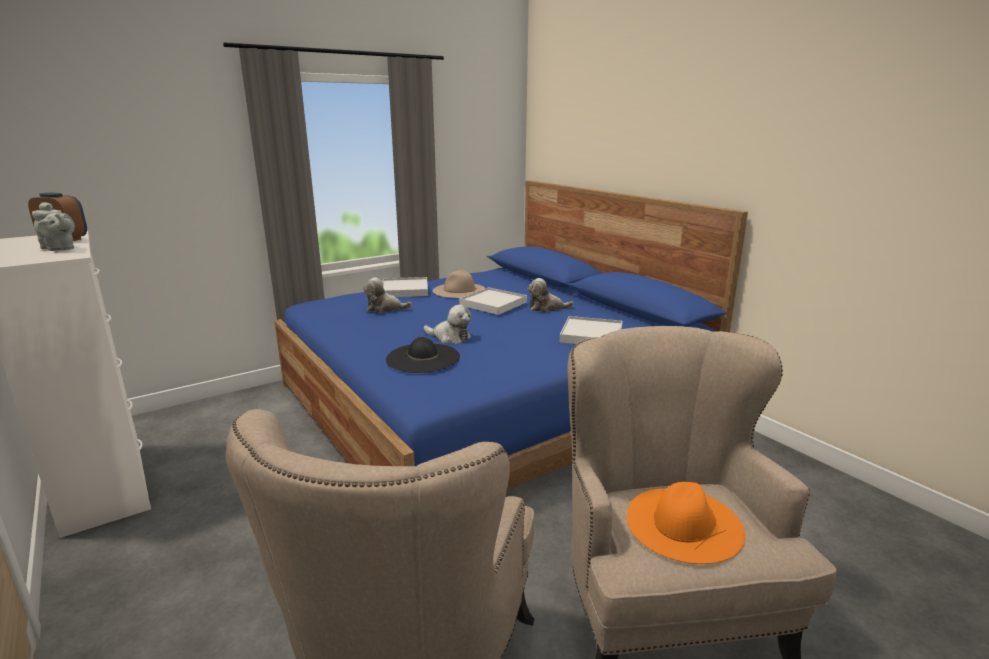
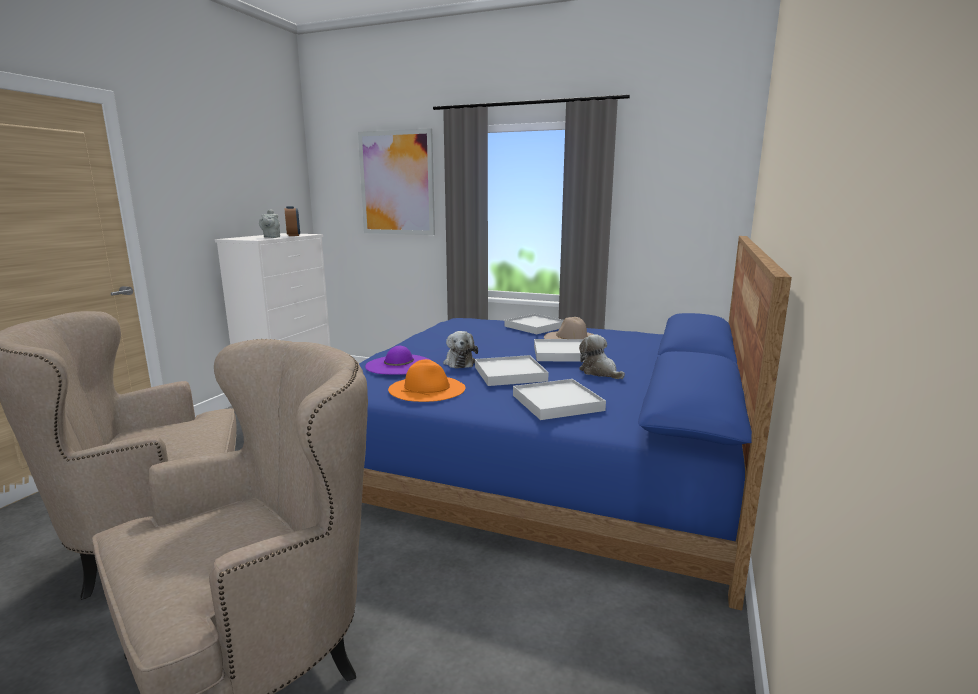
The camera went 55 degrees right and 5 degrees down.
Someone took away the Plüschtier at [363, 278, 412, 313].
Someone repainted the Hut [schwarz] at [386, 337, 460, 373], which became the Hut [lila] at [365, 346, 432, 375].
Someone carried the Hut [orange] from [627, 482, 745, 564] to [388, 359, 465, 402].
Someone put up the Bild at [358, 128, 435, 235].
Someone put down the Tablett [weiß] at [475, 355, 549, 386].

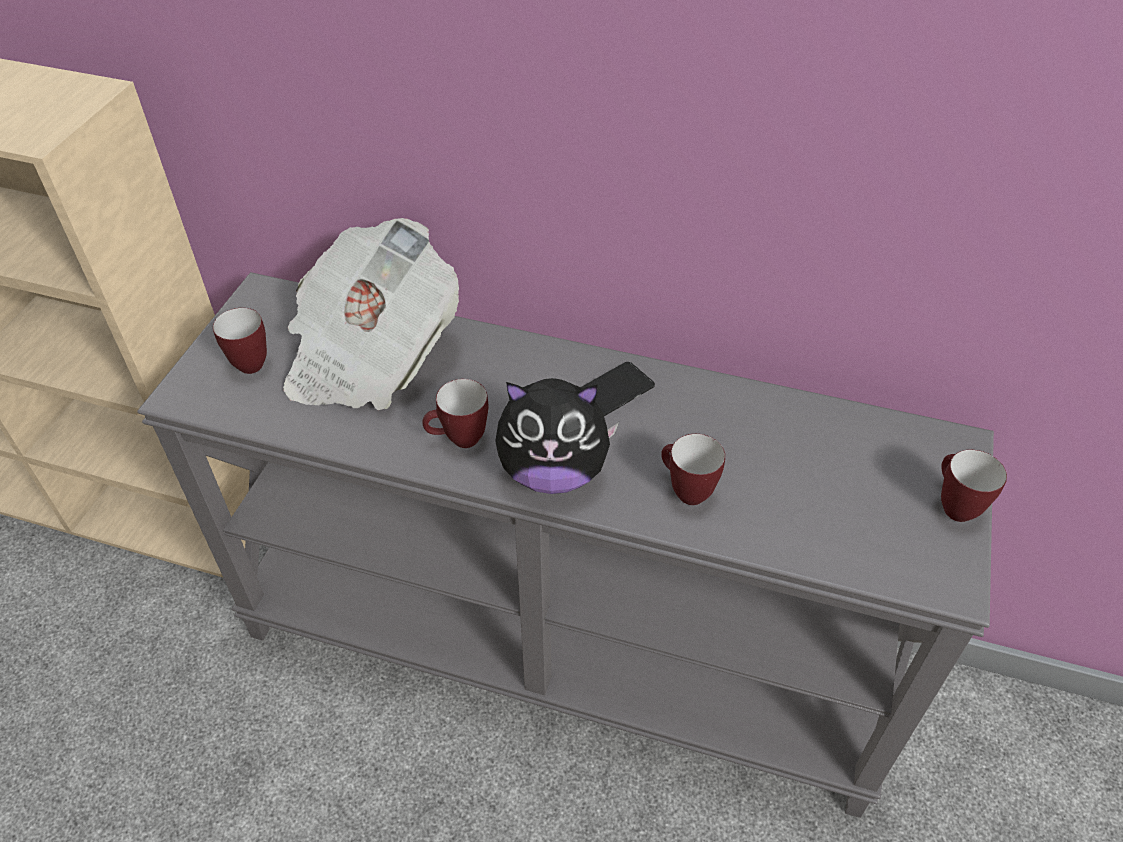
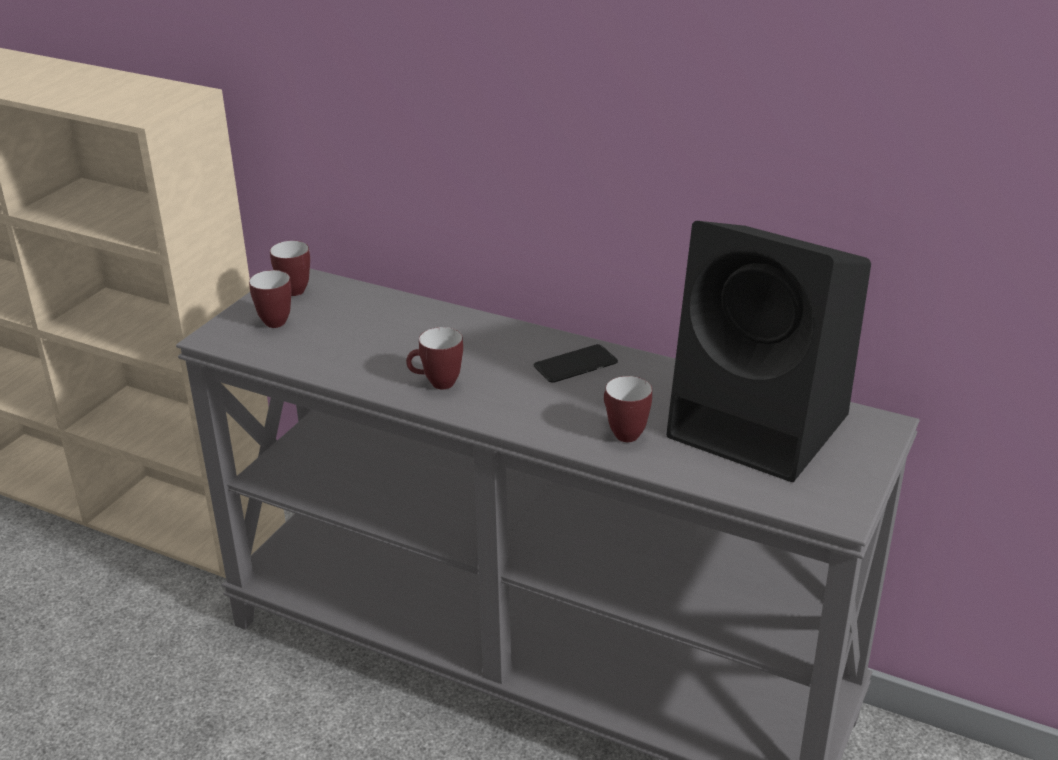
The camera went 10 degrees right and 15 degrees down.
Someone took away the Zeitung at [283, 218, 459, 410].
Someone took away the Plüschtier at [495, 378, 619, 494].
Someone carried the Henkelbecher from [941, 450, 1007, 522] to [270, 241, 310, 296].
Someone put down the Lautsprecher [schwarz] at [666, 221, 871, 482].

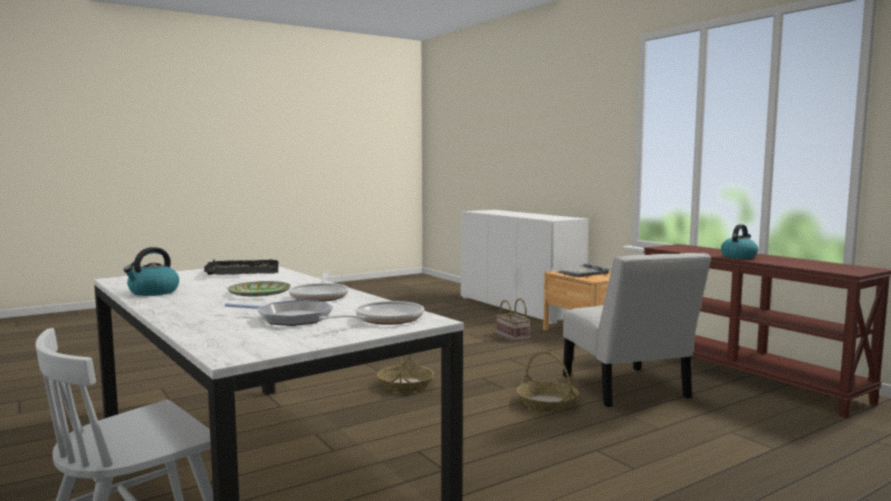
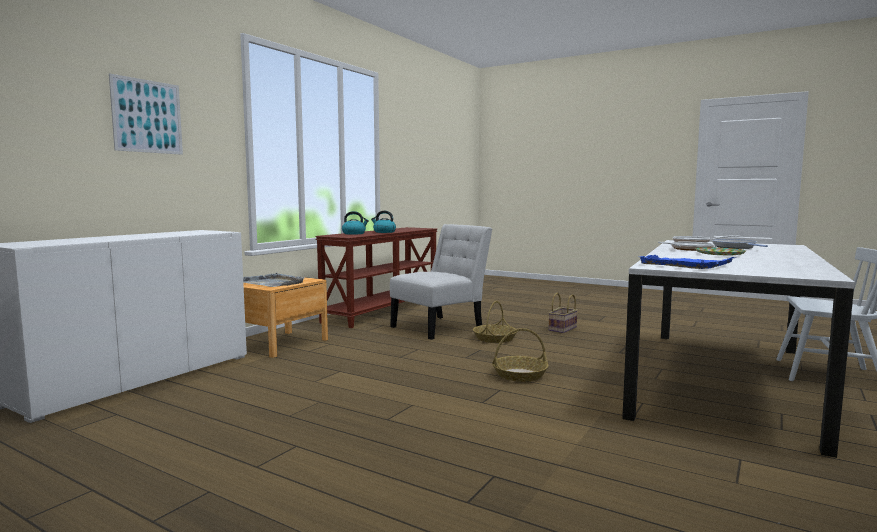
The camera went 115 degrees left and 0 degrees up.
Someone carried the Wasserkessel from [123, 247, 179, 296] to [342, 211, 369, 235].
Someone repainted the Tablett [schwarz] at [204, 259, 278, 275], which became the Tablett [blau] at [640, 255, 736, 269].
Someone carried the Korb from [496, 298, 530, 342] to [548, 293, 578, 333].
Someone put up the Bild at [109, 73, 183, 155].

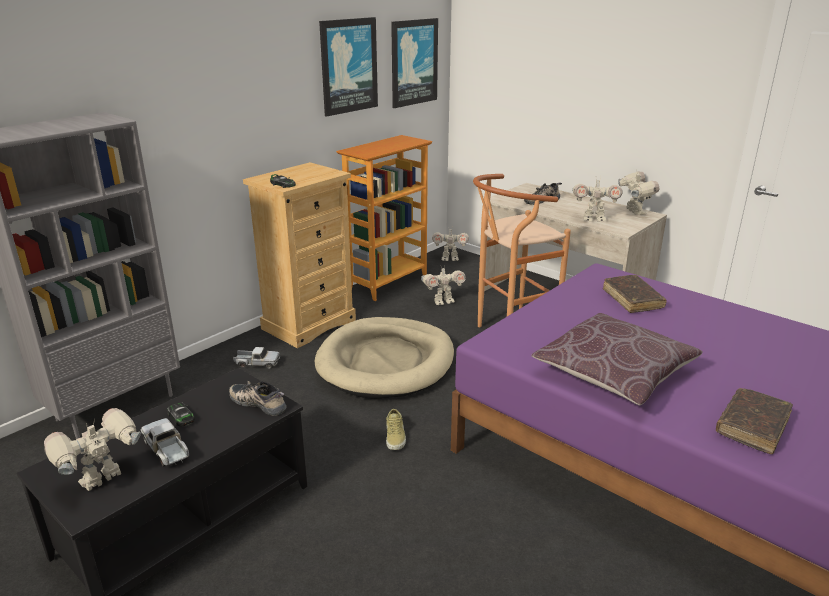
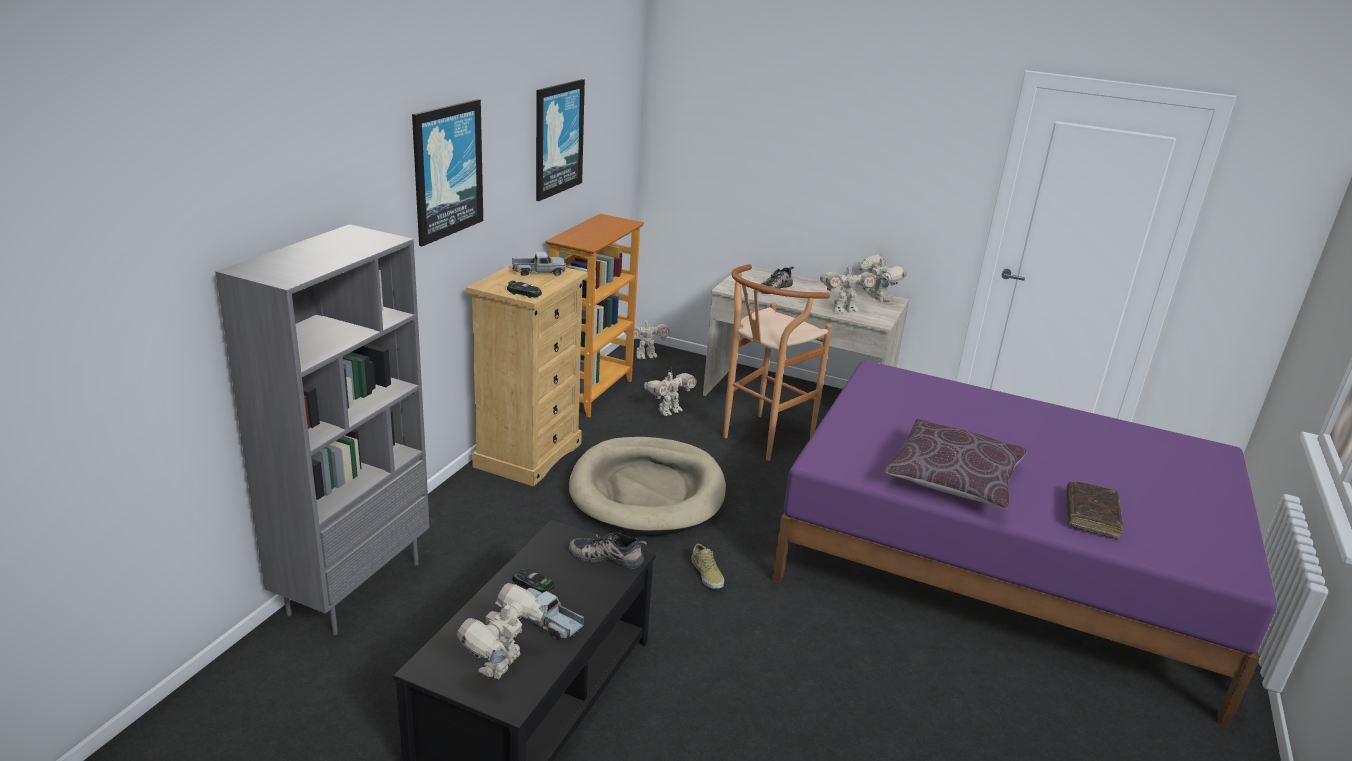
The camera went 20 degrees left and 0 degrees up.
Someone carried the Spielzeuglaster from [233, 347, 280, 369] to [512, 252, 566, 276].
Someone carried the Bild from [391, 18, 438, 108] to [412, 99, 483, 246].
Someone took away the Buch [braun] at [603, 275, 667, 313].

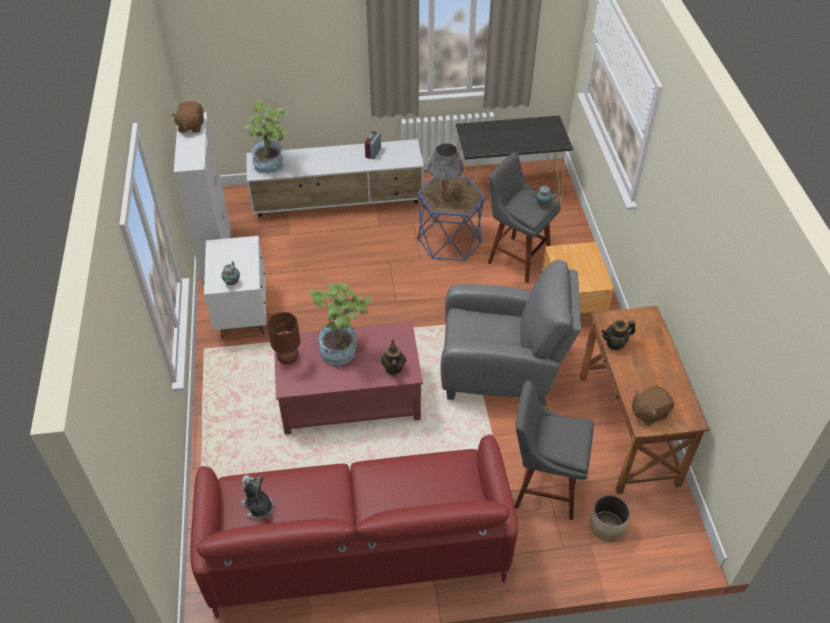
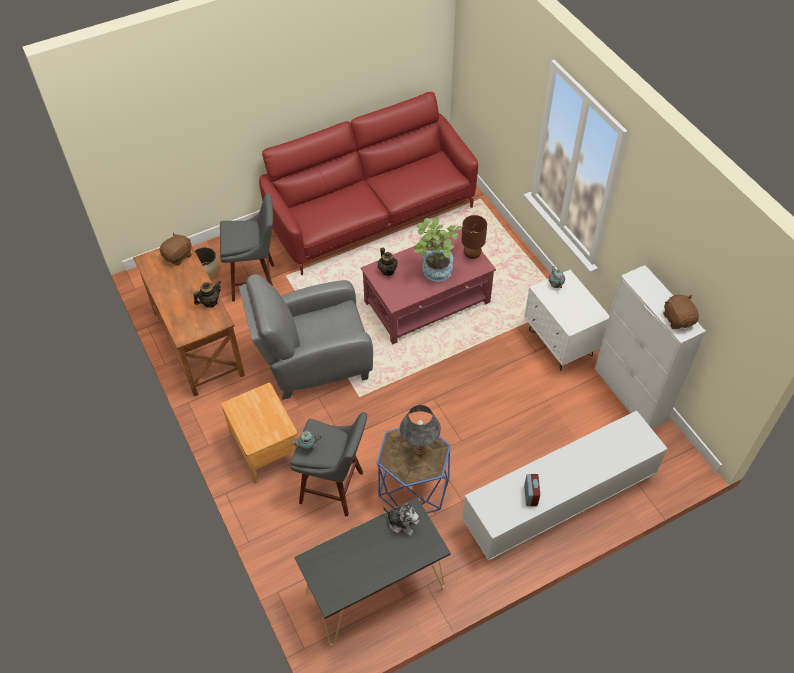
The camera went 160 degrees right and 5 degrees up.
Someone carried the Plüschtier from [241, 475, 273, 520] to [383, 503, 419, 536].
Someone took away the Topfpflanze at [244, 100, 289, 174].

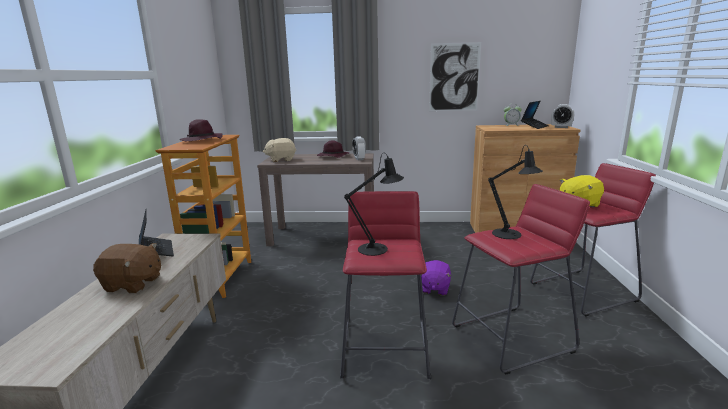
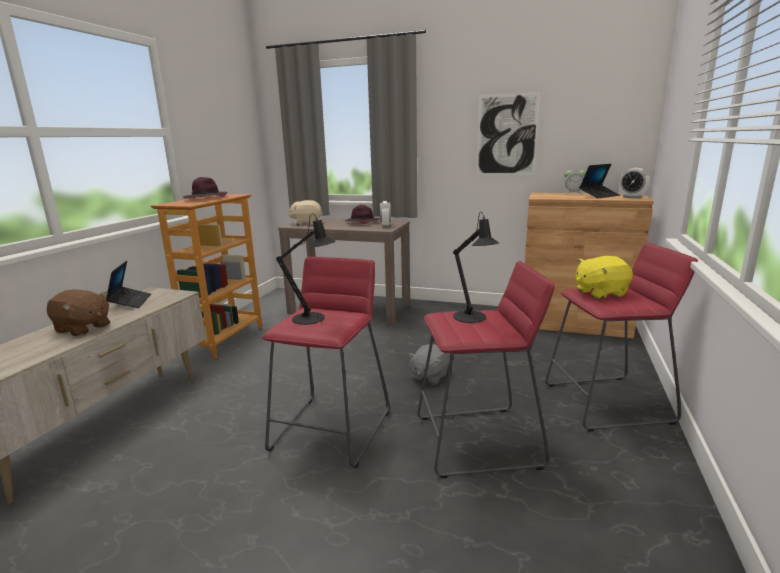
The camera went 15 degrees right and 0 degrees up.
Someone repainted the Plüschtier [lila] at [421, 260, 452, 296], which became the Plüschtier [grau] at [408, 344, 449, 385].

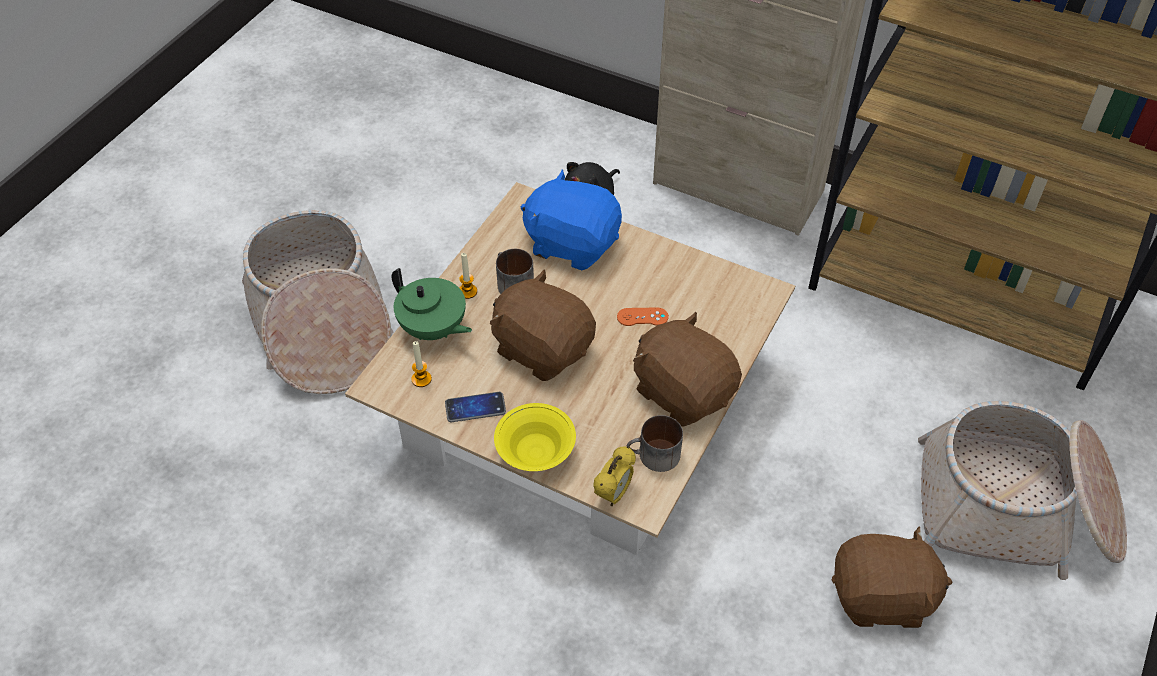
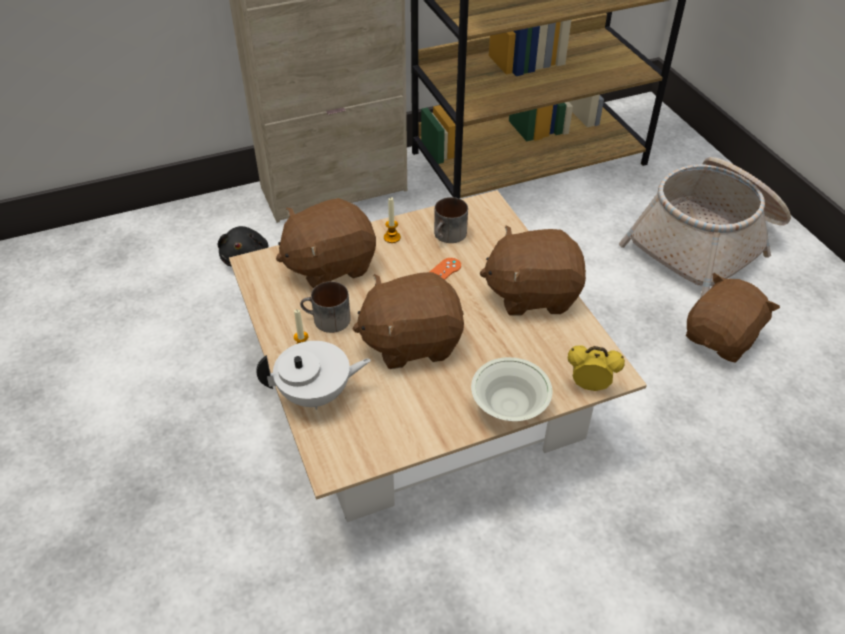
The camera went 50 degrees left and 5 degrees down.
Someone took away the Korb at [242, 210, 393, 394].
Someone repainted the Teekanne [grün] at [392, 268, 472, 340], which became the Teekanne [weiß] at [256, 341, 371, 410].
Someone carried the Kerze from [411, 341, 432, 387] to [384, 198, 401, 243].
Someone took away the Handy at [445, 392, 506, 422].
Someone repainted the Schüssel [gelb] at [494, 403, 576, 471], which became the Schüssel [weiß] at [471, 357, 552, 421].
Someone repainted the Plüschtier [blau] at [521, 169, 622, 270], which became the Plüschtier [braun] at [276, 198, 376, 289].
Someone rotated the Wecker at [593, 446, 636, 506] by 60 degrees counterclockwise.
Someone carried the Henkelbecher from [627, 415, 683, 472] to [434, 197, 468, 243].

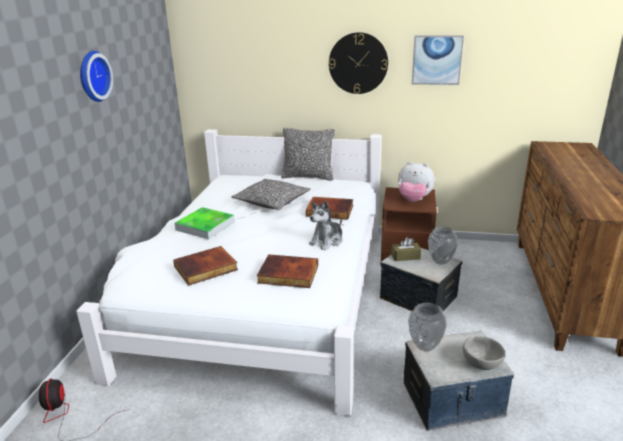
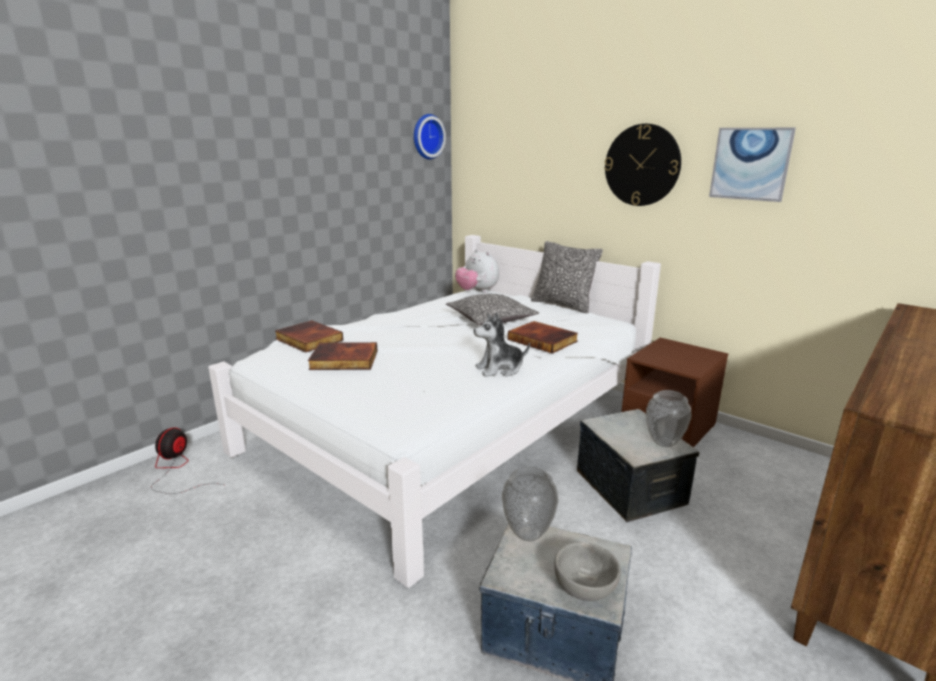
The camera went 30 degrees right and 5 degrees down.
Someone carried the Wanduhr from [80, 51, 113, 102] to [414, 114, 446, 159].
Someone took away the Tablett at [175, 207, 235, 239].
Someone carried the Buch from [257, 254, 318, 288] to [275, 321, 343, 353].
Someone took away the Taschentuchbox [braun] at [391, 237, 421, 261].
Someone carried the Plüschtier from [398, 162, 435, 202] to [455, 249, 499, 293].

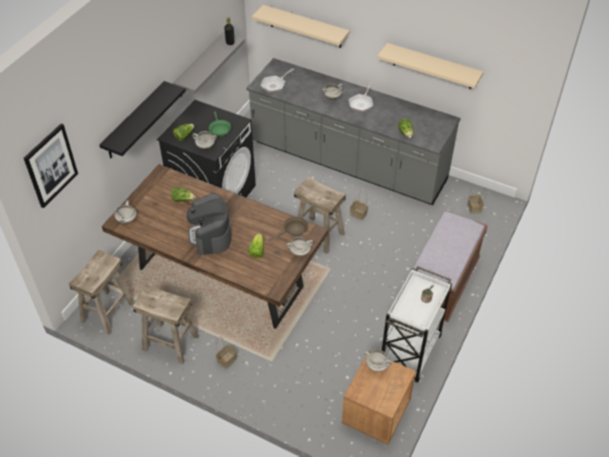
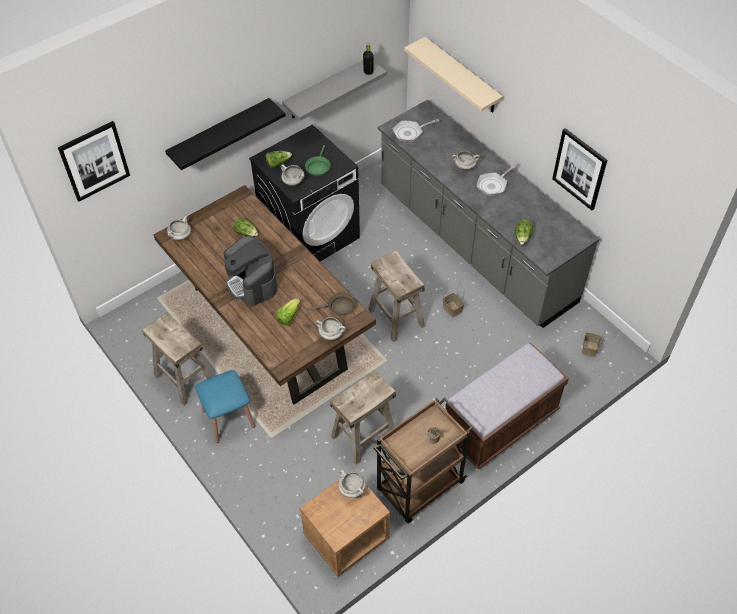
The camera went 25 degrees right and 5 degrees up.
Someone carried the Hocker [beige] from [69, 250, 134, 335] to [330, 369, 396, 465].
Someone rotated the Kaffeemaschine at [187, 193, 231, 255] by 45 degrees counterclockwise.
Someone swapped the Korb at [216, 337, 237, 369] for the Hocker [blau] at [196, 370, 255, 443].
Someone swapped the Wandregal [beige] at [377, 43, 483, 89] for the Bild at [552, 128, 607, 210].
Someone repainted the Rollwagen [weiß] at [382, 266, 452, 383], which became the Rollwagen [braun] at [373, 398, 473, 523].

